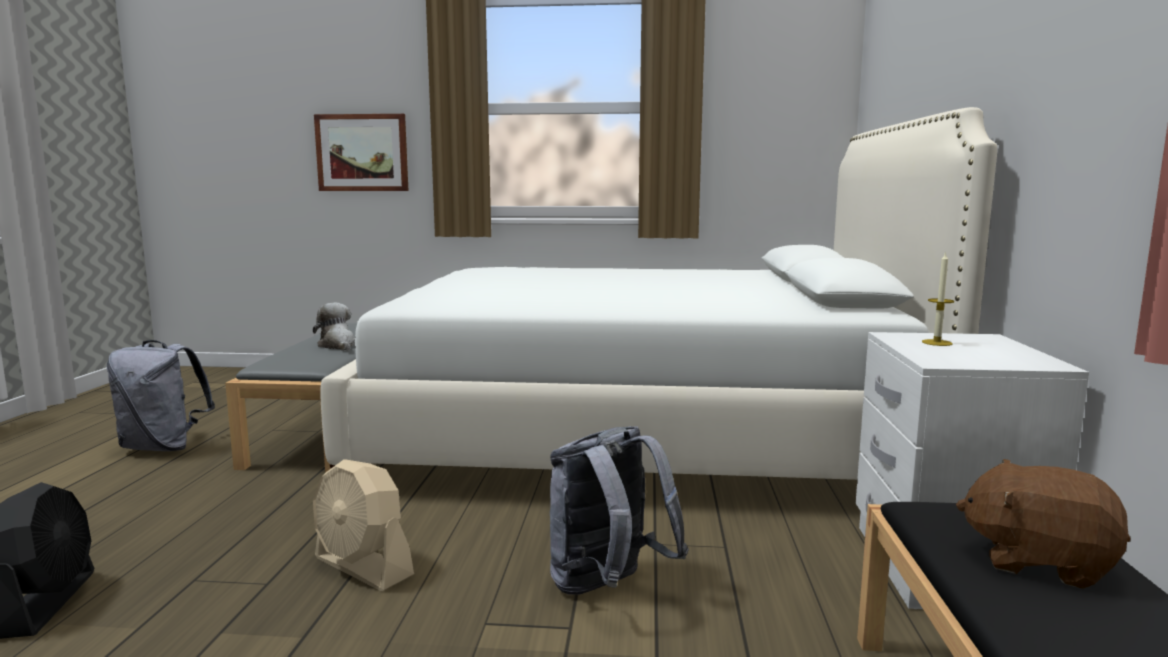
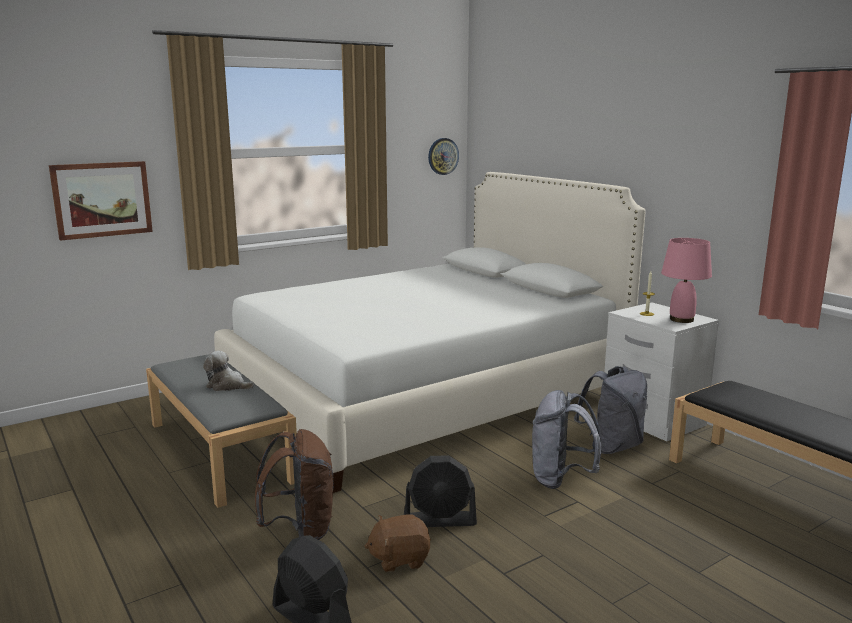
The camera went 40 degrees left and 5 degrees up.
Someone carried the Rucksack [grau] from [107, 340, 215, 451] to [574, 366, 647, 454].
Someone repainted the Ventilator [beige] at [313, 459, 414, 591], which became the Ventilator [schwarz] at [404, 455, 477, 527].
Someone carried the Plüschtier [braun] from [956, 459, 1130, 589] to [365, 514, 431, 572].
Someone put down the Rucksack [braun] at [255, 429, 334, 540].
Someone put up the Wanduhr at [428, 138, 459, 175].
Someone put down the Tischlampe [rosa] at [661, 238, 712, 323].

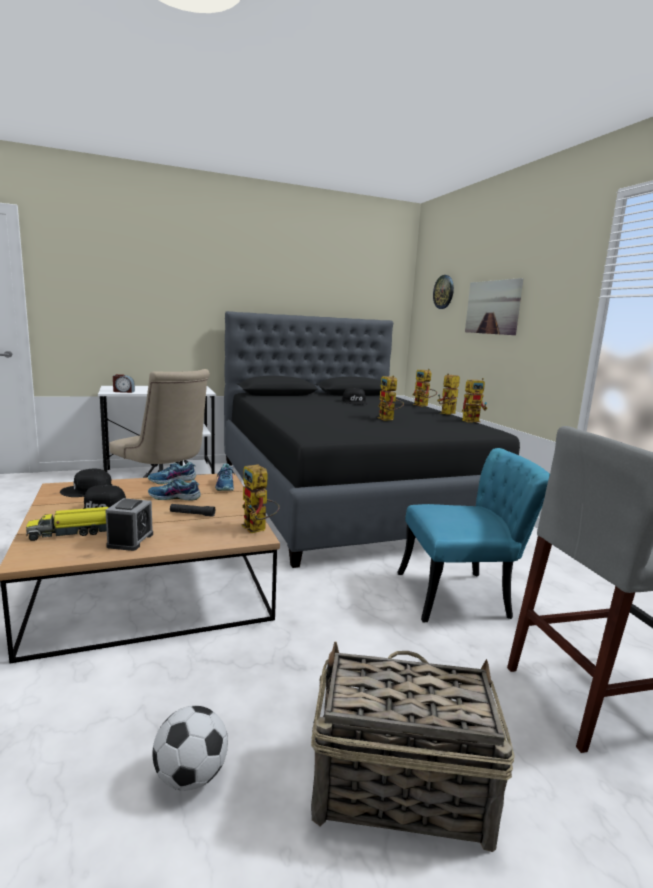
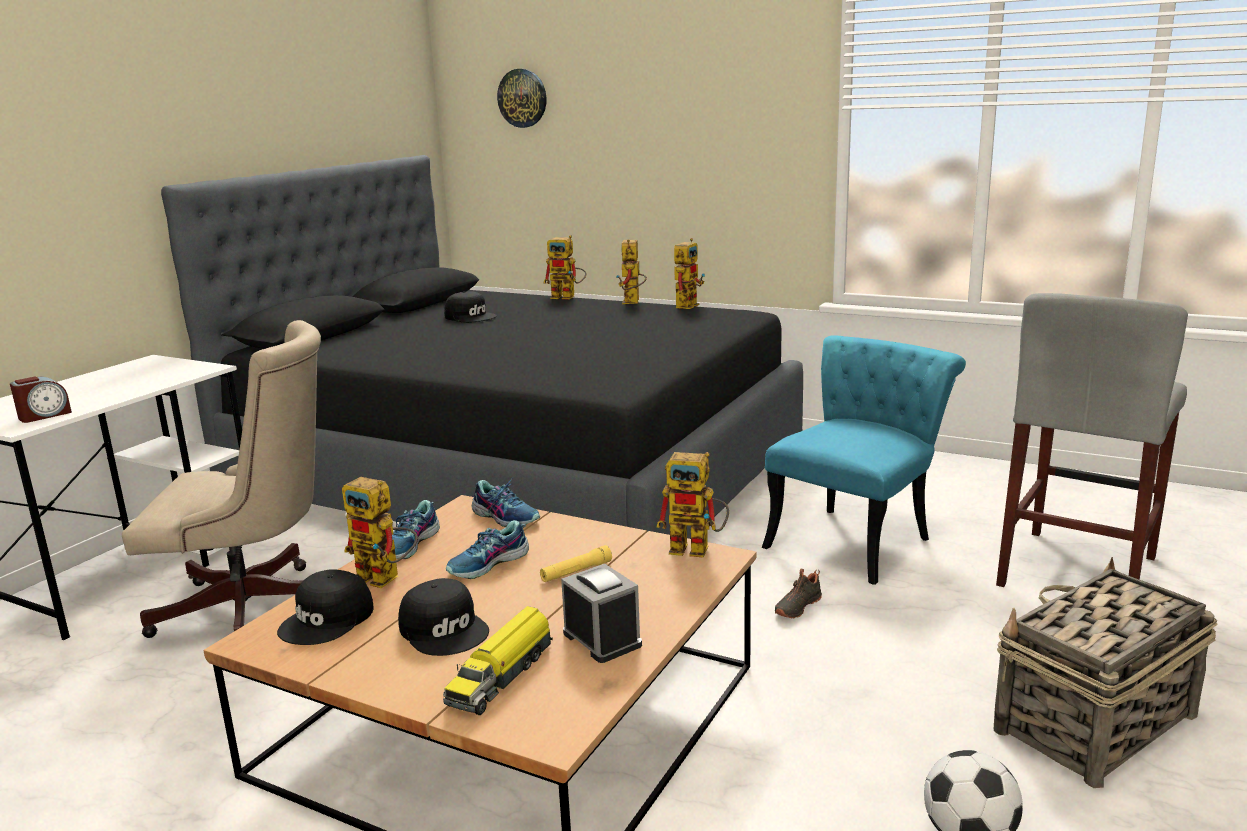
The camera went 40 degrees left and 5 degrees up.
Someone repainted the Taschenlampe [schwarz] at [170, 504, 215, 517], which became the Taschenlampe [gelb] at [540, 545, 612, 582].
Someone carried the Spielzeugroboter from [377, 376, 404, 421] to [342, 477, 418, 588].
Someone took away the Bild at [465, 278, 524, 335].
Someone put down the Schuh [schwarz] at [775, 569, 822, 619].

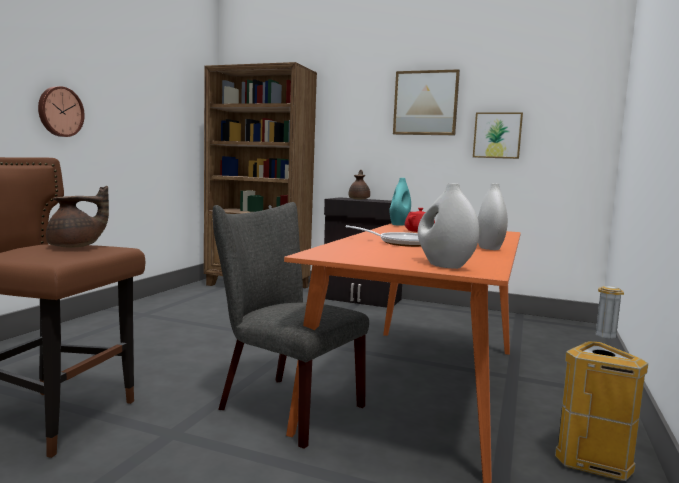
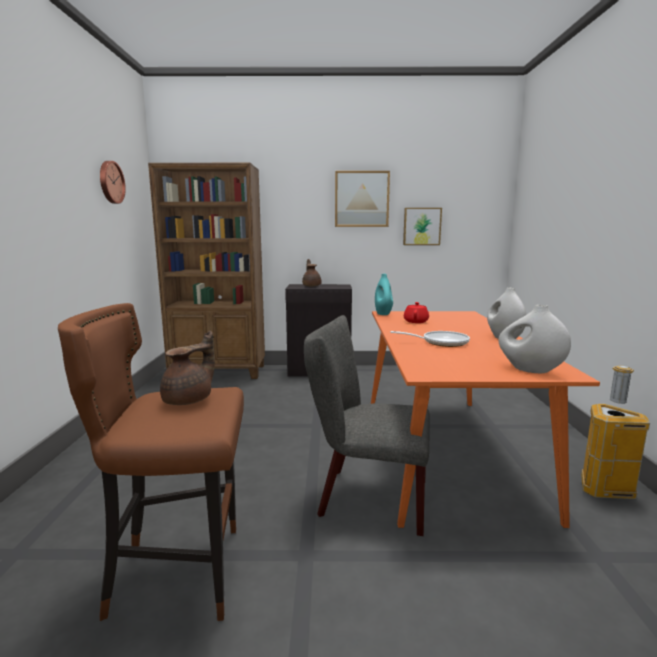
The camera went 20 degrees left and 5 degrees up.
Someone carried the Wanduhr from [38, 86, 85, 137] to [100, 161, 126, 204].

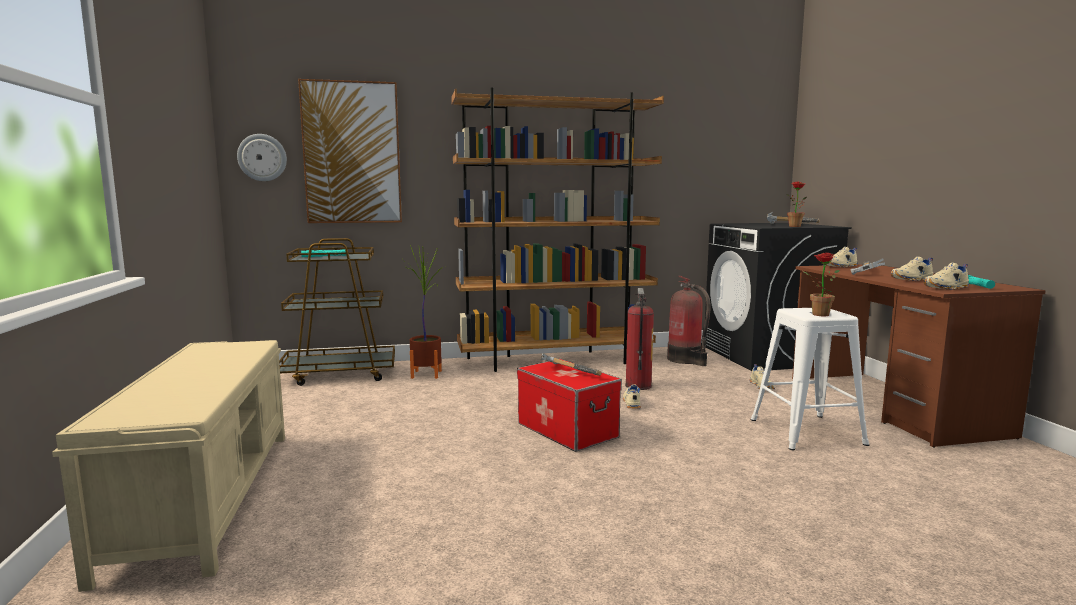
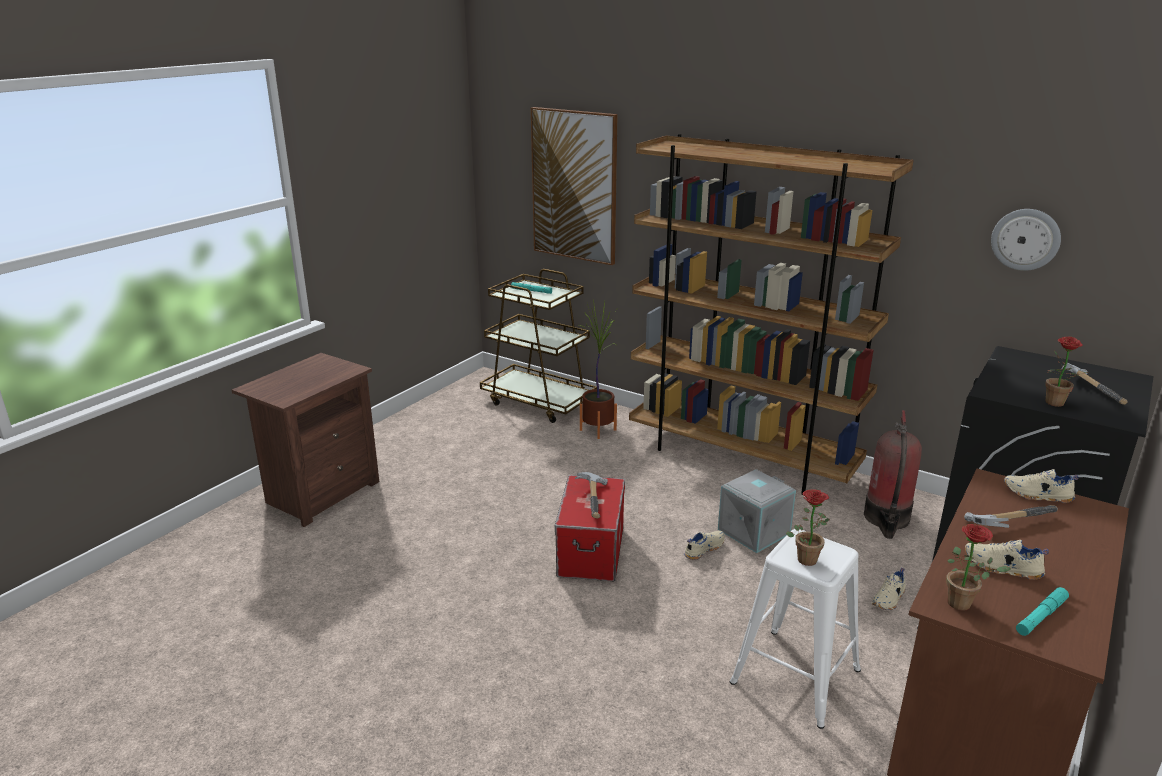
The camera went 45 degrees right and 15 degrees up.
Someone swapped the Bank [beige] at [52, 340, 285, 592] for the Nachttisch [braun] at [232, 353, 379, 527].
Someone carried the Wanduhr from [237, 134, 287, 181] to [991, 209, 1061, 271].
Someone swapped the Feuerlöscher at [625, 288, 654, 390] for the Aufbewahrungsbox [grau] at [718, 469, 796, 553].
Someone swapped the Schuh [beige] at [924, 263, 969, 290] for the Topfpflanze at [946, 524, 1011, 611].

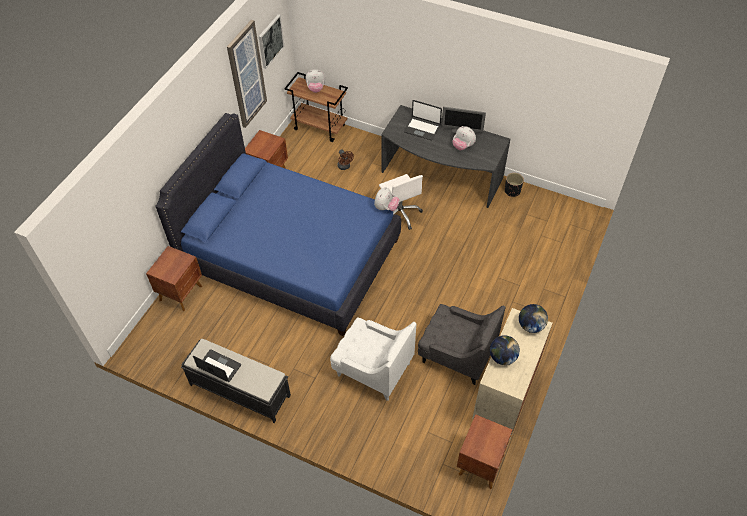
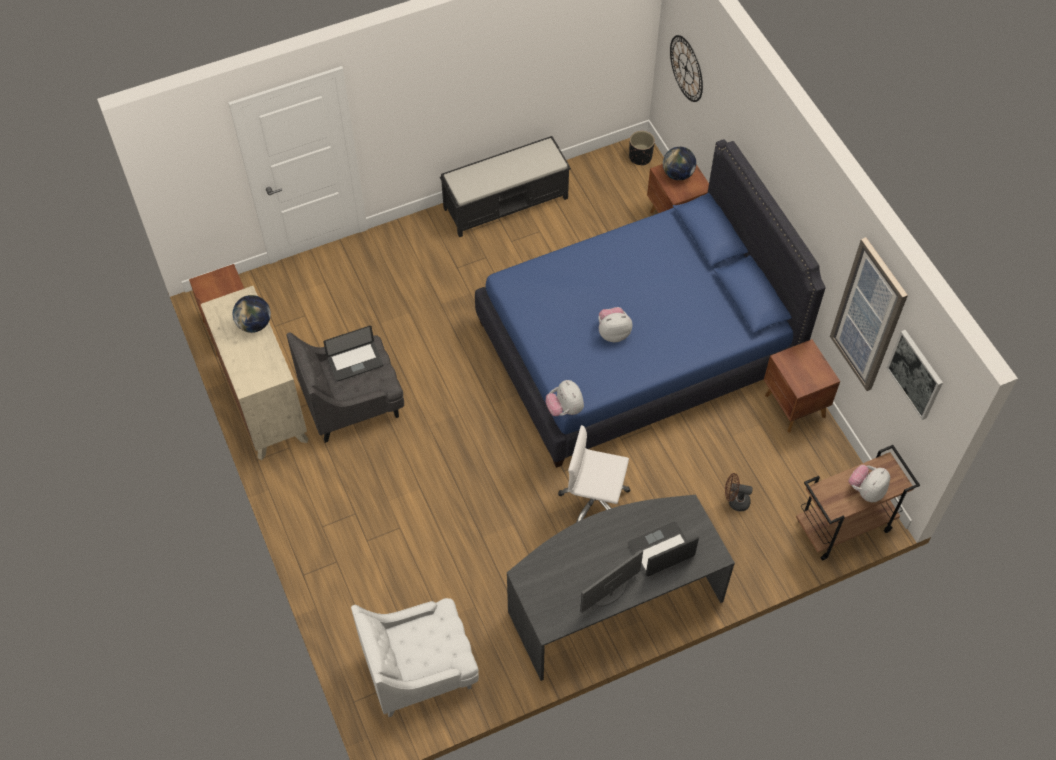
The camera went 130 degrees right and 5 degrees up.
Someone carried the Laptop from [193, 349, 241, 382] to [323, 325, 383, 381].
Someone carried the Sessel [weiß] from [330, 317, 416, 401] to [351, 598, 479, 717].
Someone carried the Plüschtier from [452, 126, 476, 150] to [598, 307, 633, 342].
Someone carried the Pflanzkübel [schwarz] from [505, 173, 524, 197] to [629, 131, 655, 166].
Someone carried the Globus from [519, 304, 548, 333] to [663, 147, 696, 181].
Someone put up the Wanduhr at [670, 35, 703, 102].

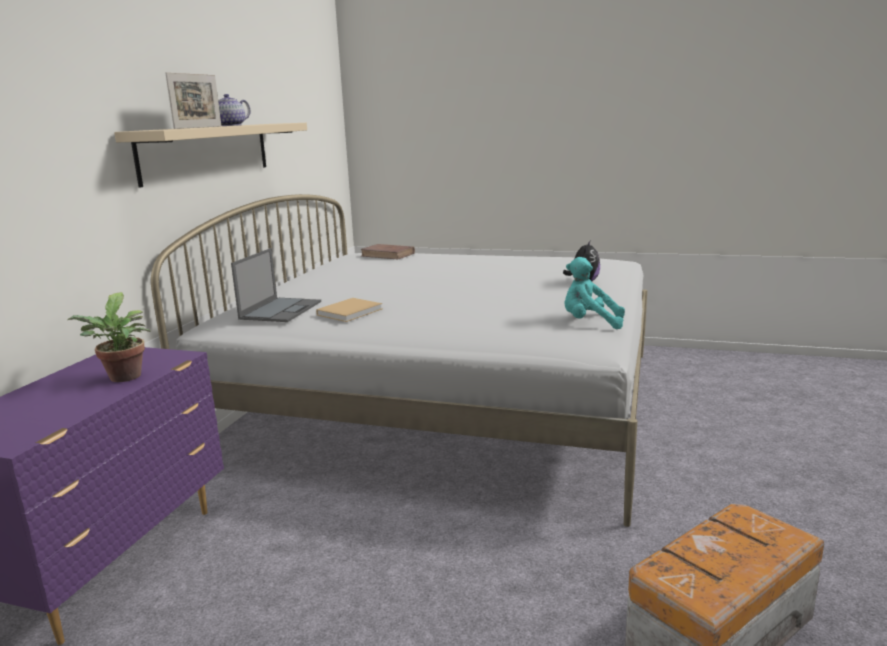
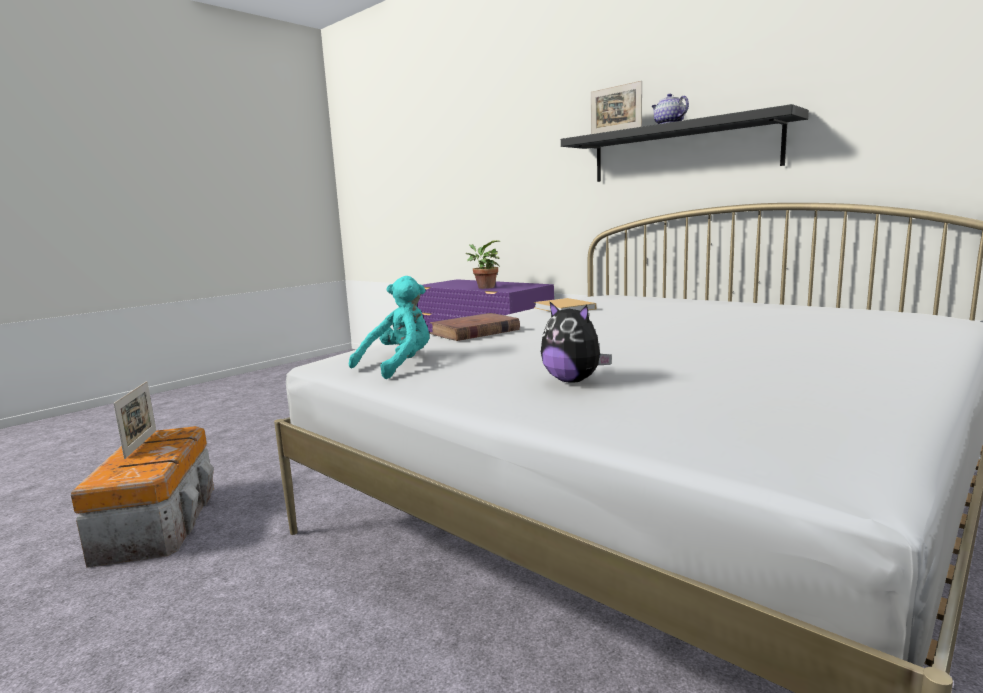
The camera went 115 degrees right and 5 degrees down.
Someone repainted the Wandregal [beige] at [114, 123, 307, 188], which became the Wandregal [schwarz] at [561, 104, 809, 182].
Someone took away the Laptop at [231, 248, 321, 322].
Someone carried the Buch [braun] from [360, 244, 415, 259] to [429, 313, 520, 341].
Someone put down the Bilderrahmen at [113, 381, 156, 459].

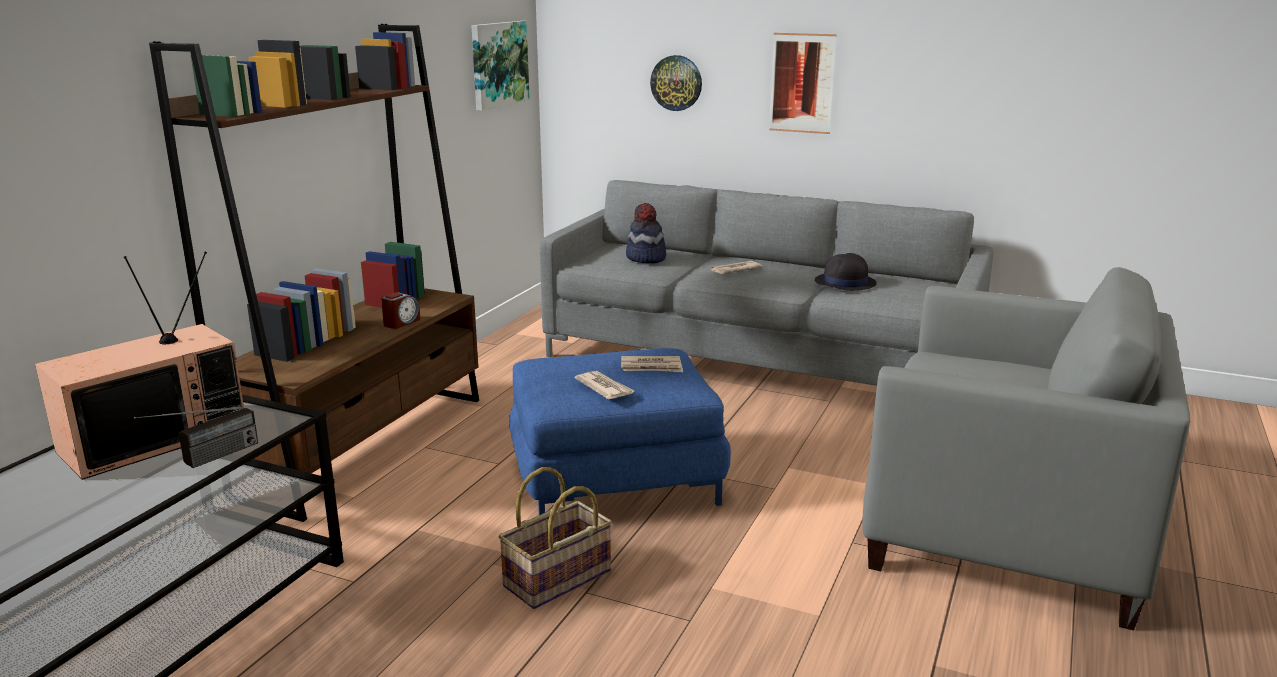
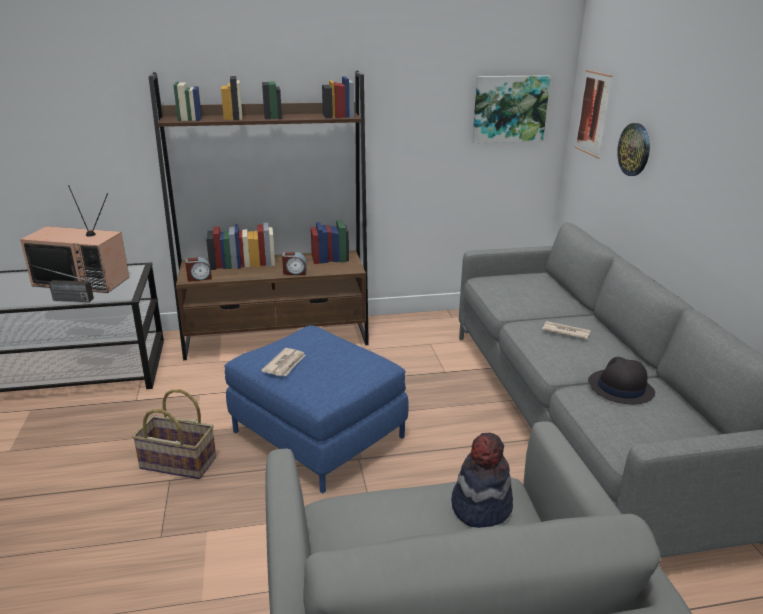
The camera went 55 degrees right and 5 degrees up.
Someone took away the Zeitung at [621, 356, 683, 372].
Someone carried the Hut from [626, 203, 666, 263] to [451, 433, 513, 528].
Someone carried the Bild from [769, 33, 837, 134] to [575, 70, 612, 158].
Someone put down the Wecker at [185, 257, 212, 282].

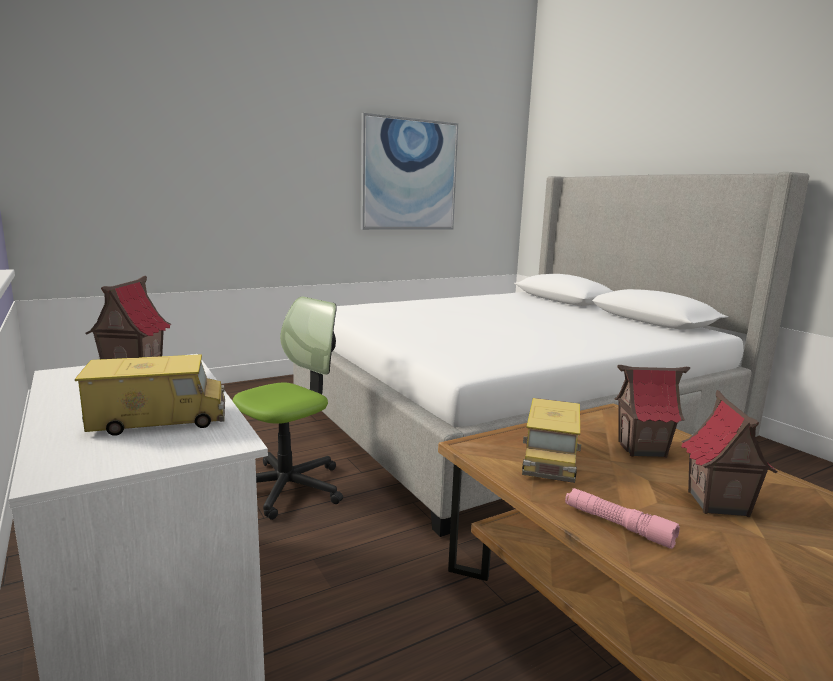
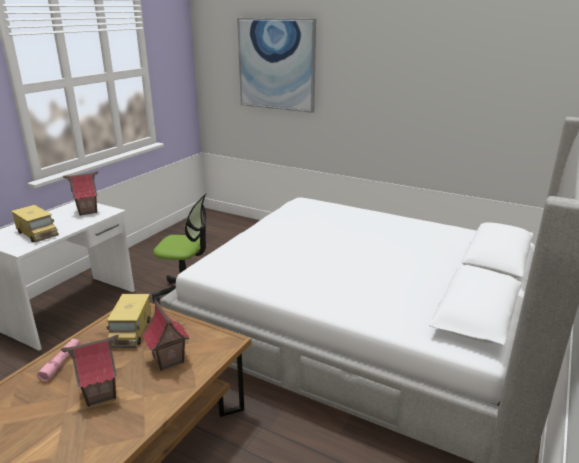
The camera went 60 degrees right and 10 degrees up.
Someone carried the Bild from [361, 113, 458, 230] to [237, 18, 316, 113].
Someone rotated the Spielzeuglaster at [522, 398, 581, 483] by 75 degrees counterclockwise.

